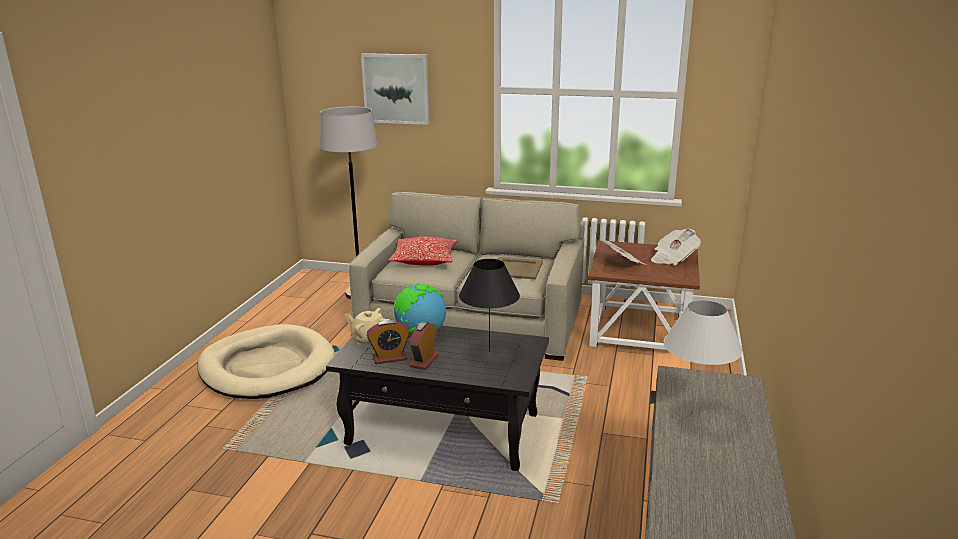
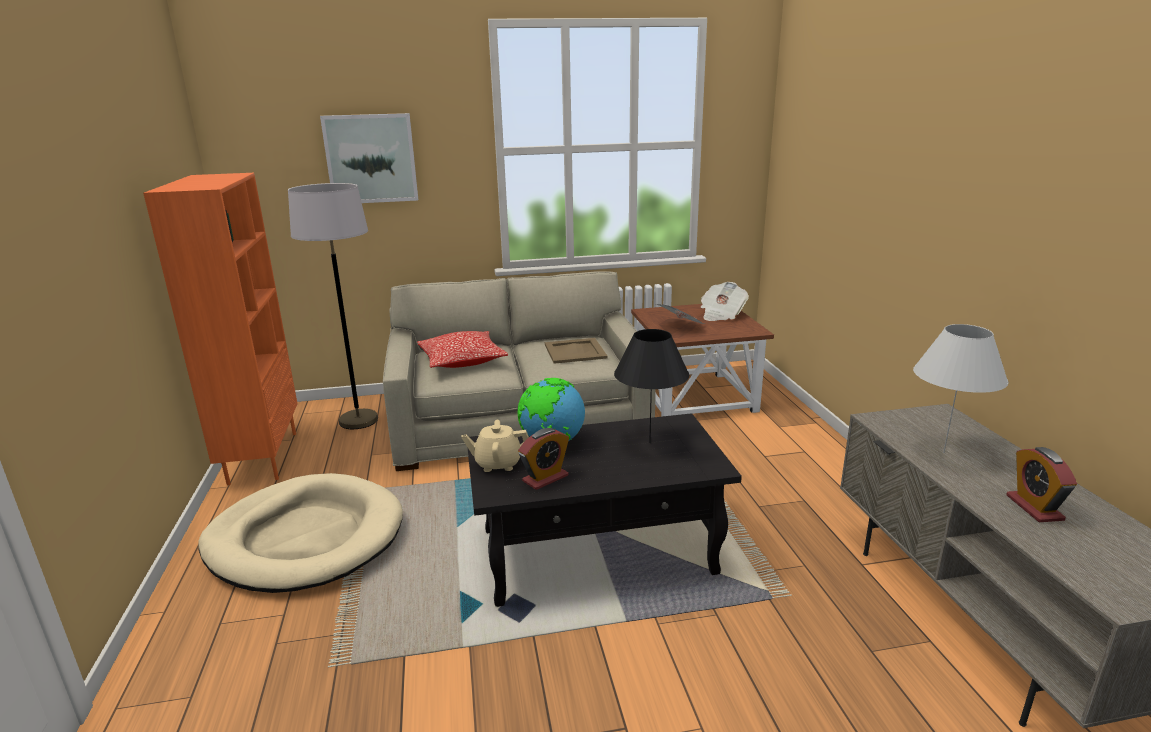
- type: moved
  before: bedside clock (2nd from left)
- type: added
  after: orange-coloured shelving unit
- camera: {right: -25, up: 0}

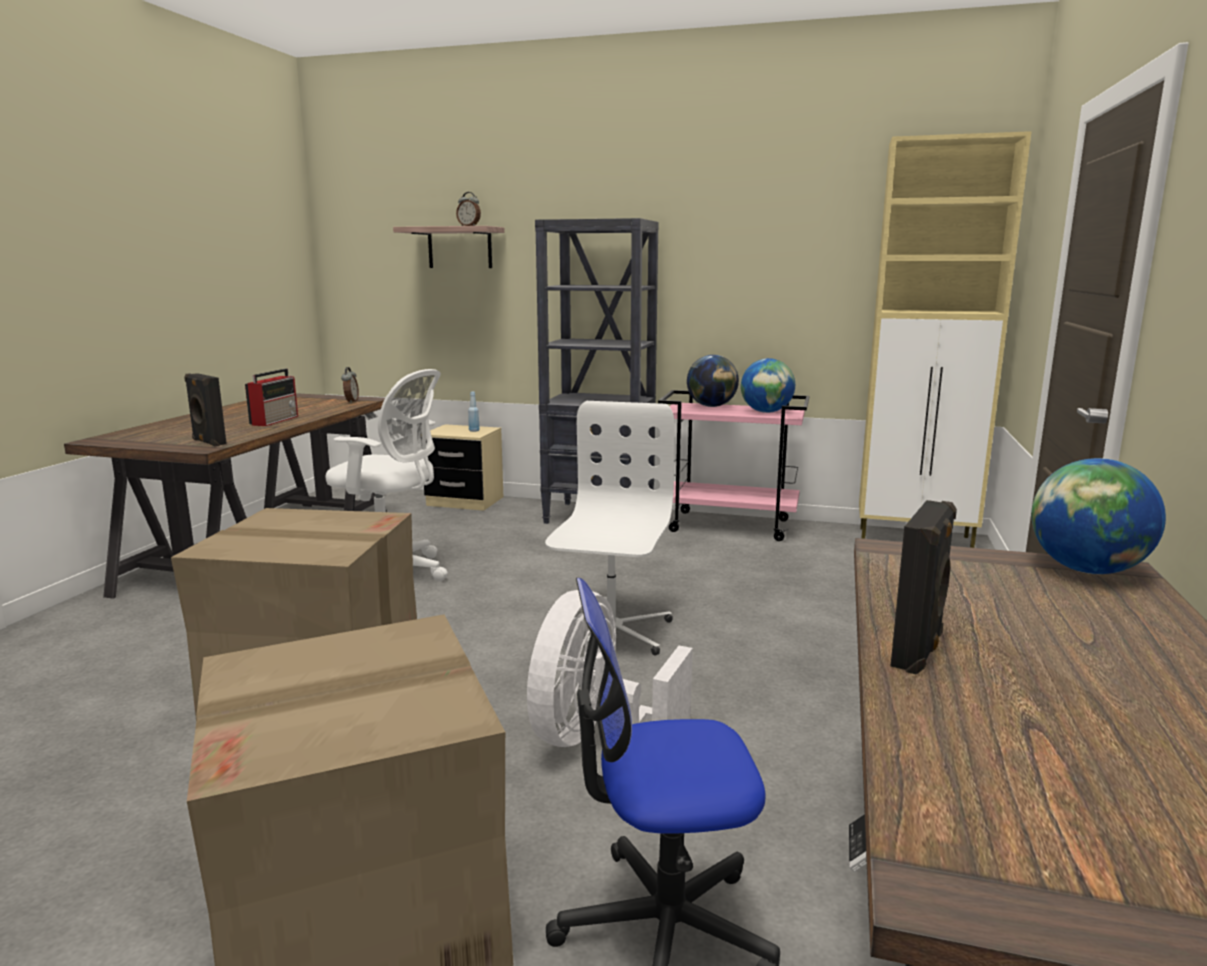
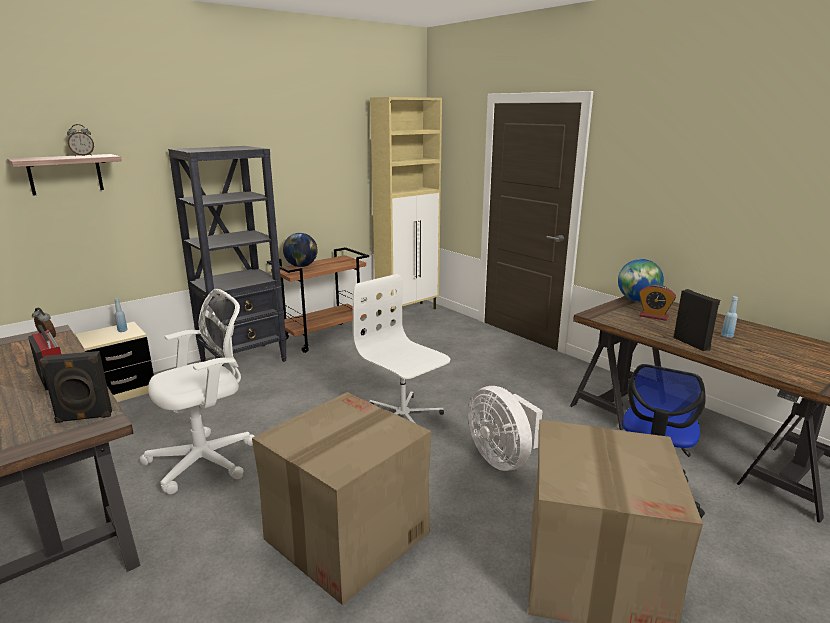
- type: removed
  before: globe (2nd from left)
- type: recoloured
  before: pink trolley
  after: brownish trolley
- type: added
  after: bedside clock (3rd from left)
- type: added
  after: blue-coloured drink bottle (2nd from left)
- camera: {right: -55, up: 5}

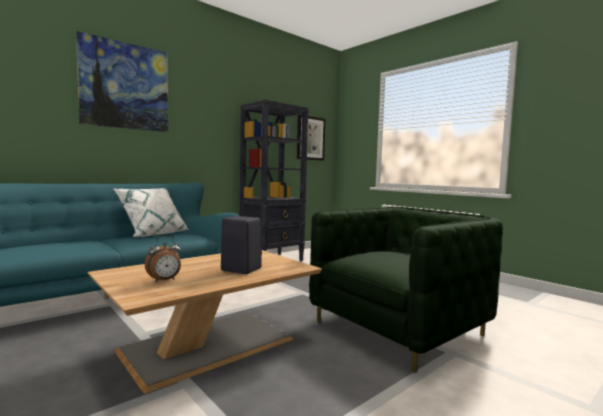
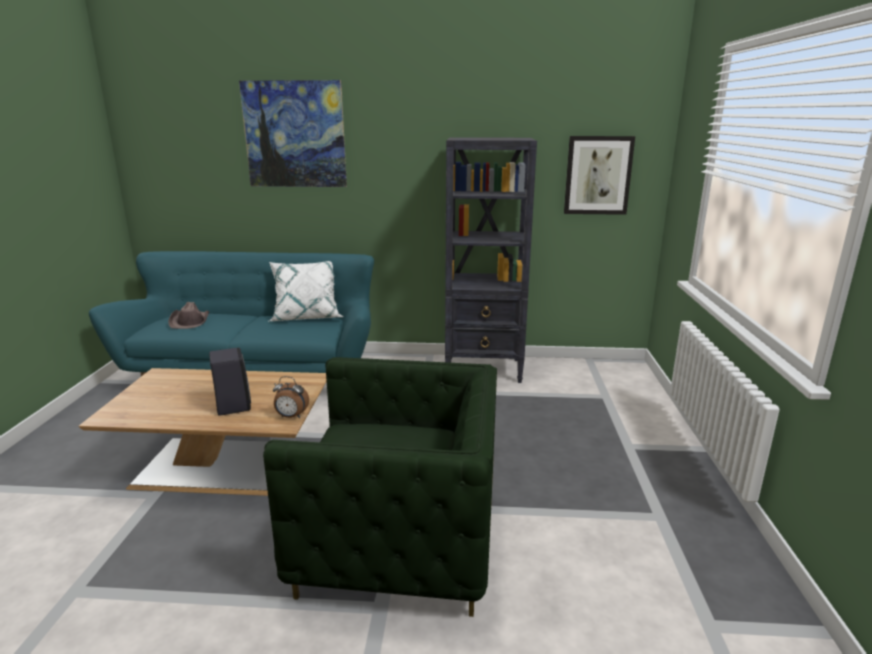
- type: moved
  before: bedside clock
- type: added
  after: brownish clothing hat
- camera: {right: 45, up: 15}

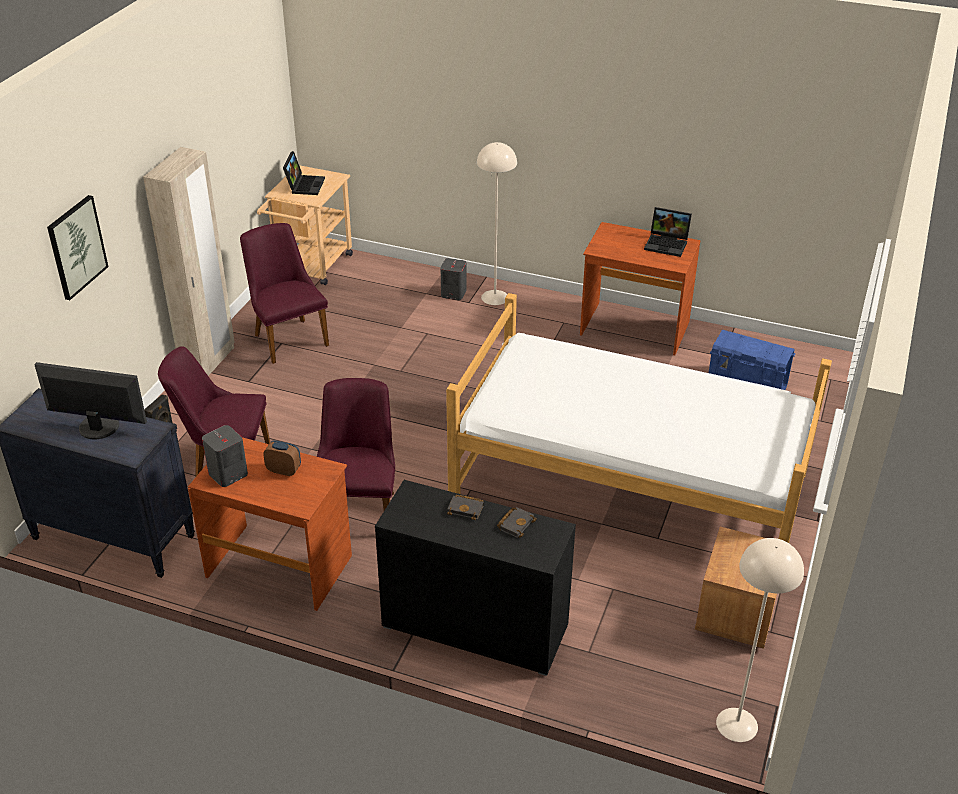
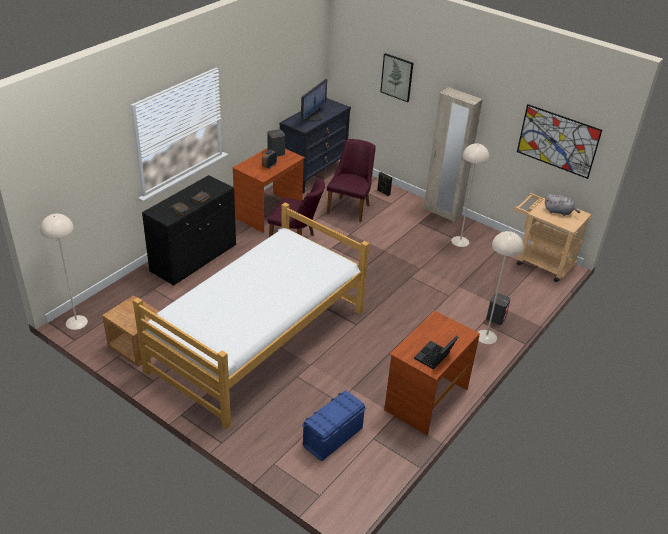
- type: replaced
  before: portable computer (1st from left)
  after: gray soft toy
- type: replaced
  before: purple upright chair (2nd from left)
  after: beige-coloured standard lamp (2nd from left)
- type: added
  after: wall art (2nd from left)
- camera: {right: 105, up: 0}

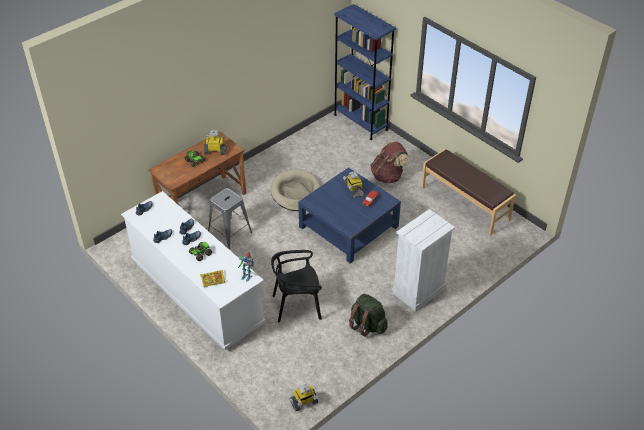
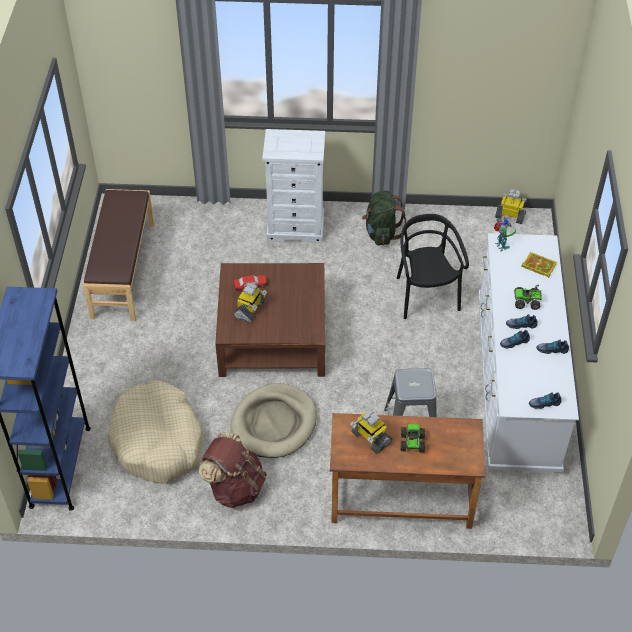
- type: moved
  before: brownish rucksack
- type: recoloured
  before: blue-coloured low table
  after: brownish low table
- type: turned
  before: blackish upright chair
  turn: -135
- type: added
  after: beige-coloured pet bed (1st from left)
- camera: {right: -135, up: 5}

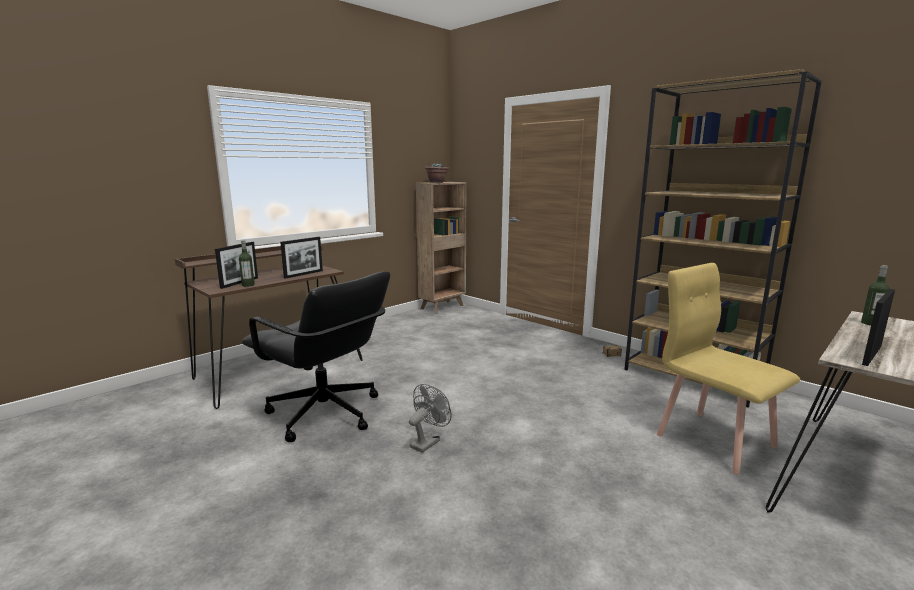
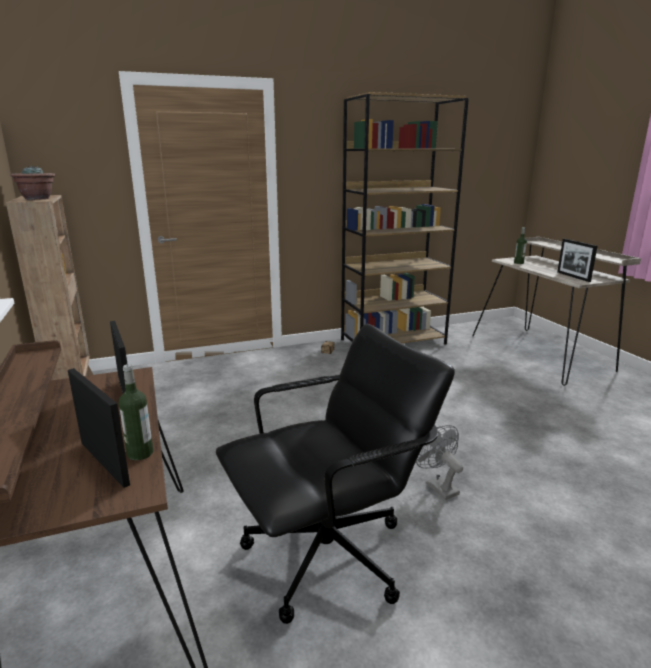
- type: removed
  before: yellow-coloured upright chair
- camera: {right: -65, up: 5}

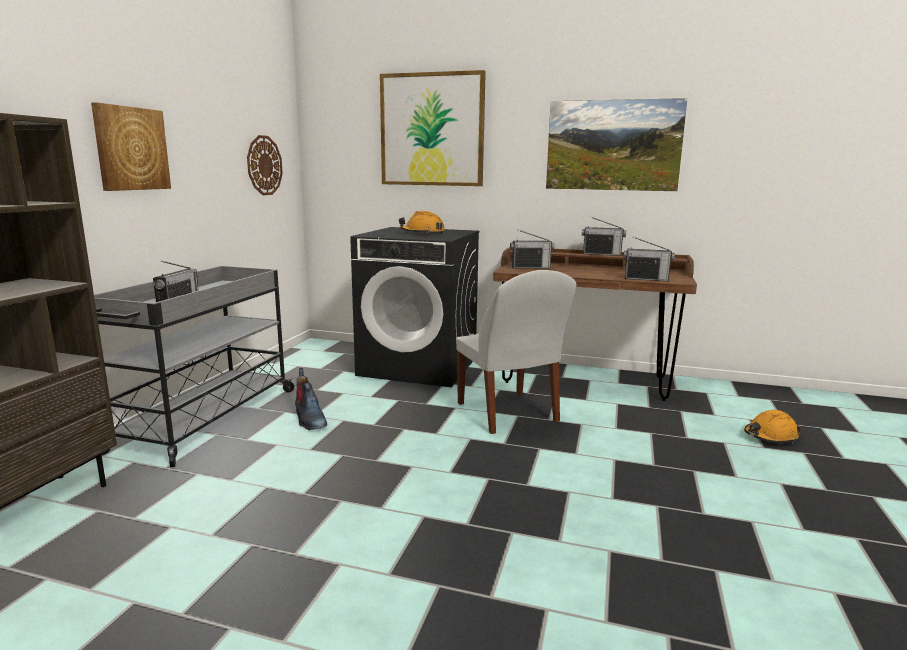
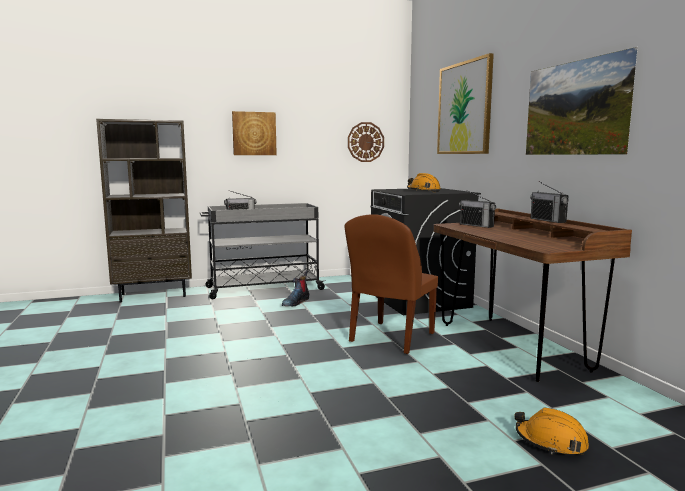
- type: removed
  before: radio (4th from left)
- type: recoloured
  before: white-coloured upright chair
  after: brownish upright chair
- camera: {right: 55, up: -5}

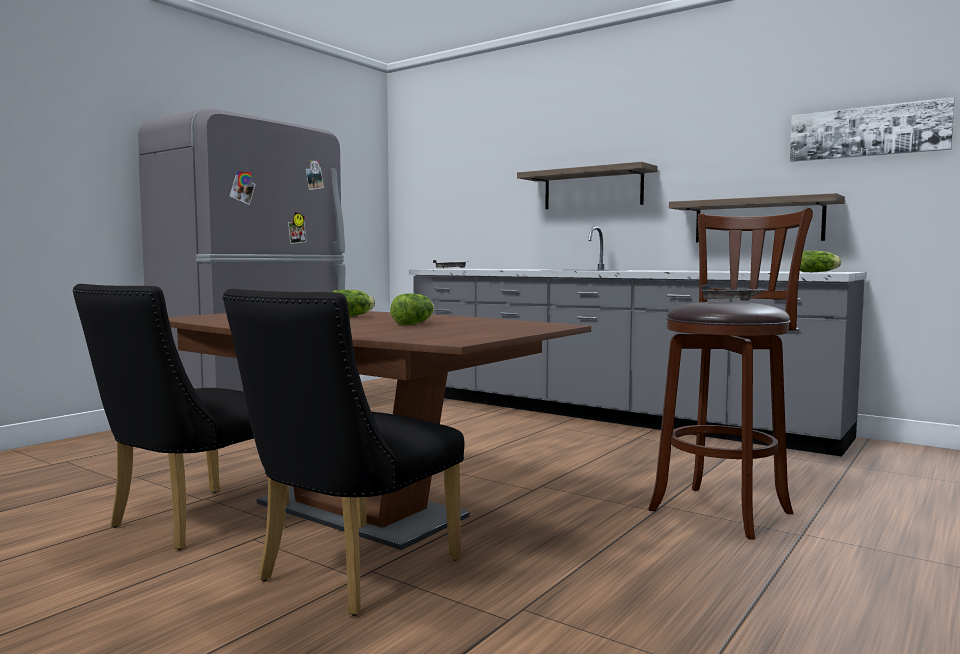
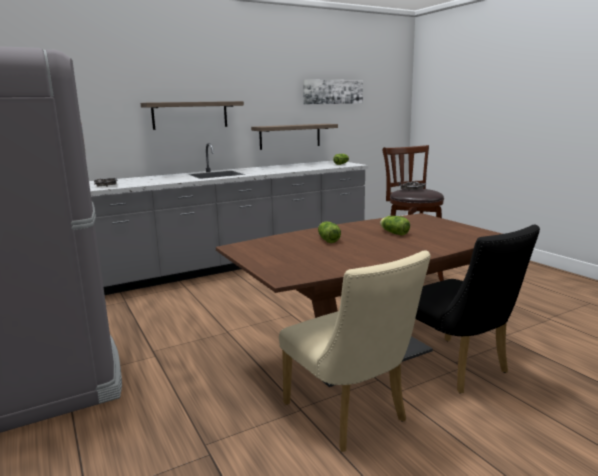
- type: recoloured
  before: blackish upright chair (1st from left)
  after: beige-coloured upright chair
- camera: {right: -65, up: 10}

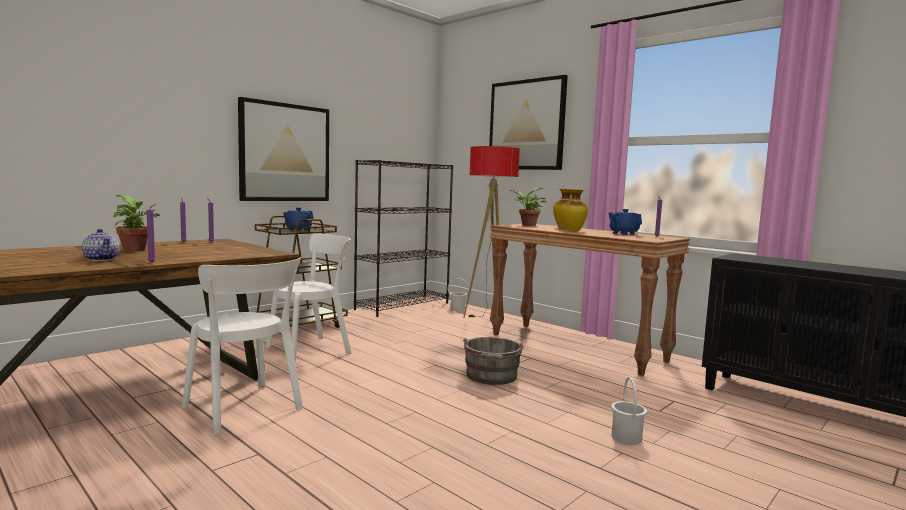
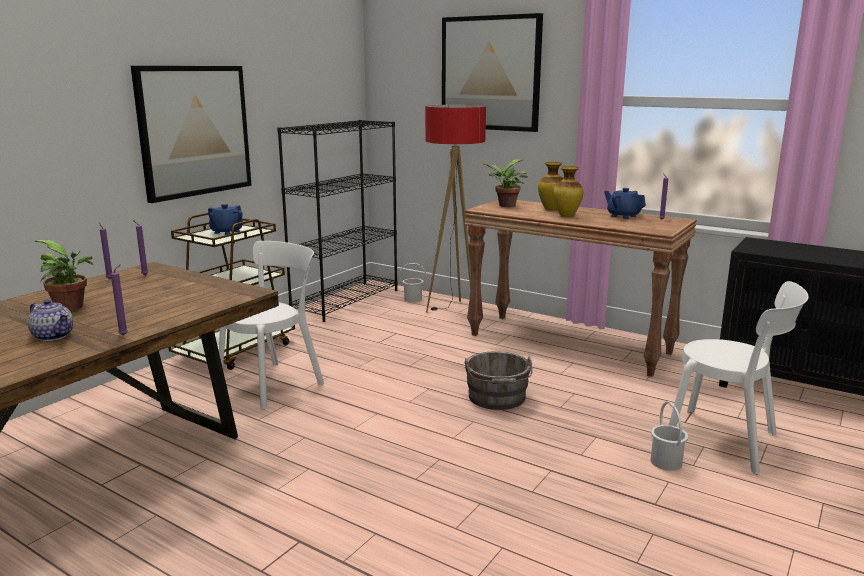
- type: moved
  before: white-coloured upright chair (1st from left in the first image)
  after: white-coloured upright chair (2nd from left)
- camera: {right: -10, up: 10}

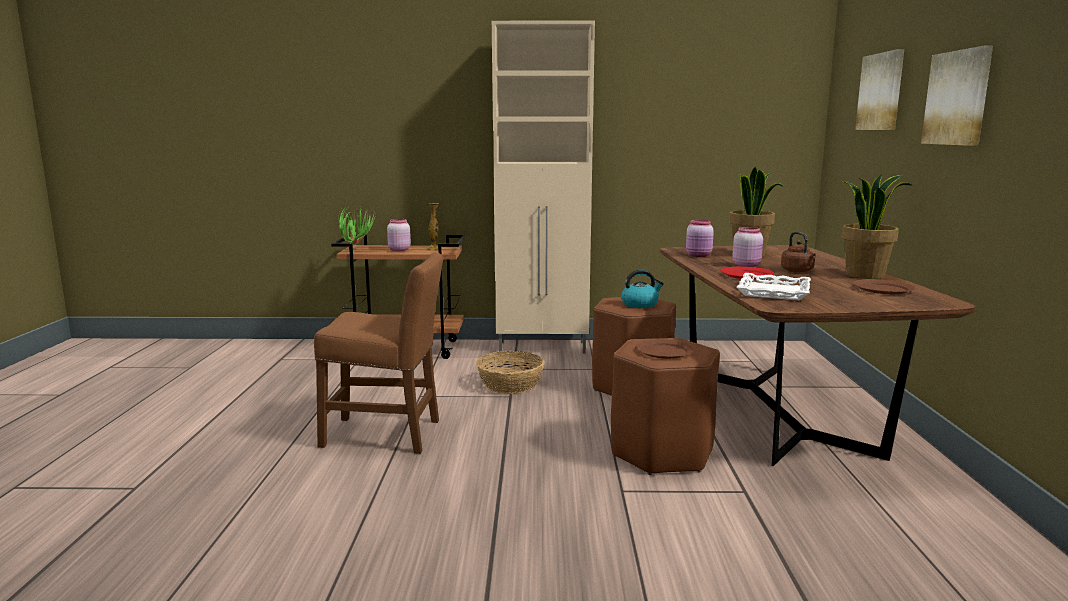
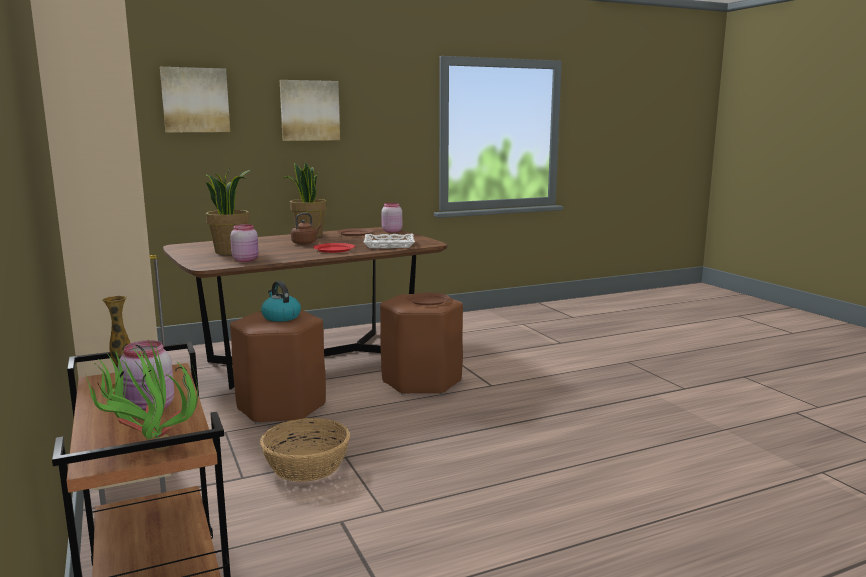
- type: moved
  before: pink preserve jar (3rd from left)
- type: removed
  before: brownish upright chair
- camera: {right: -115, up: 0}

